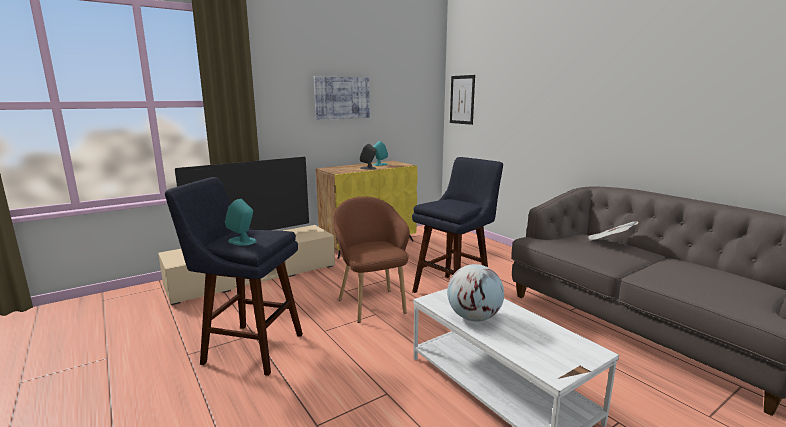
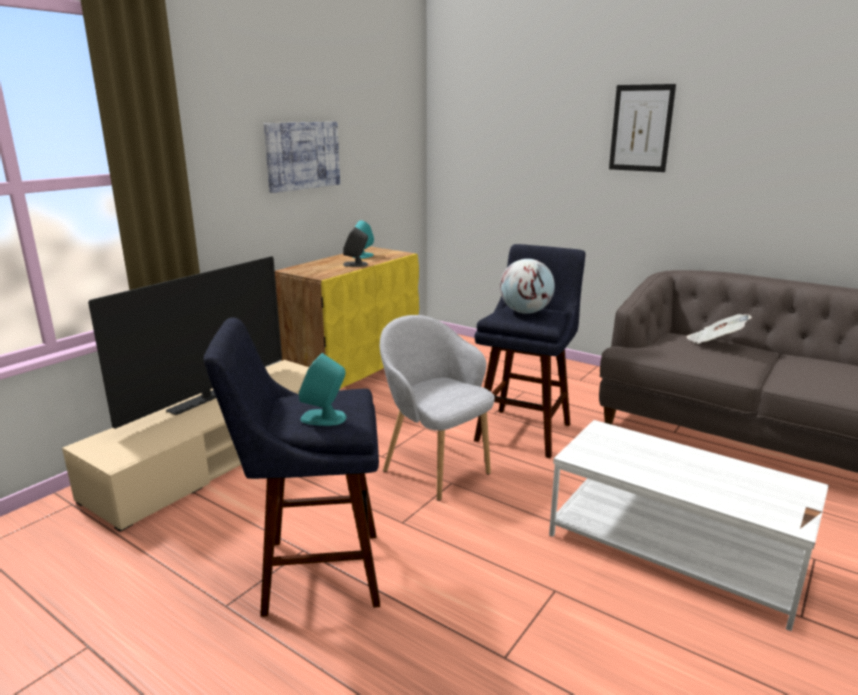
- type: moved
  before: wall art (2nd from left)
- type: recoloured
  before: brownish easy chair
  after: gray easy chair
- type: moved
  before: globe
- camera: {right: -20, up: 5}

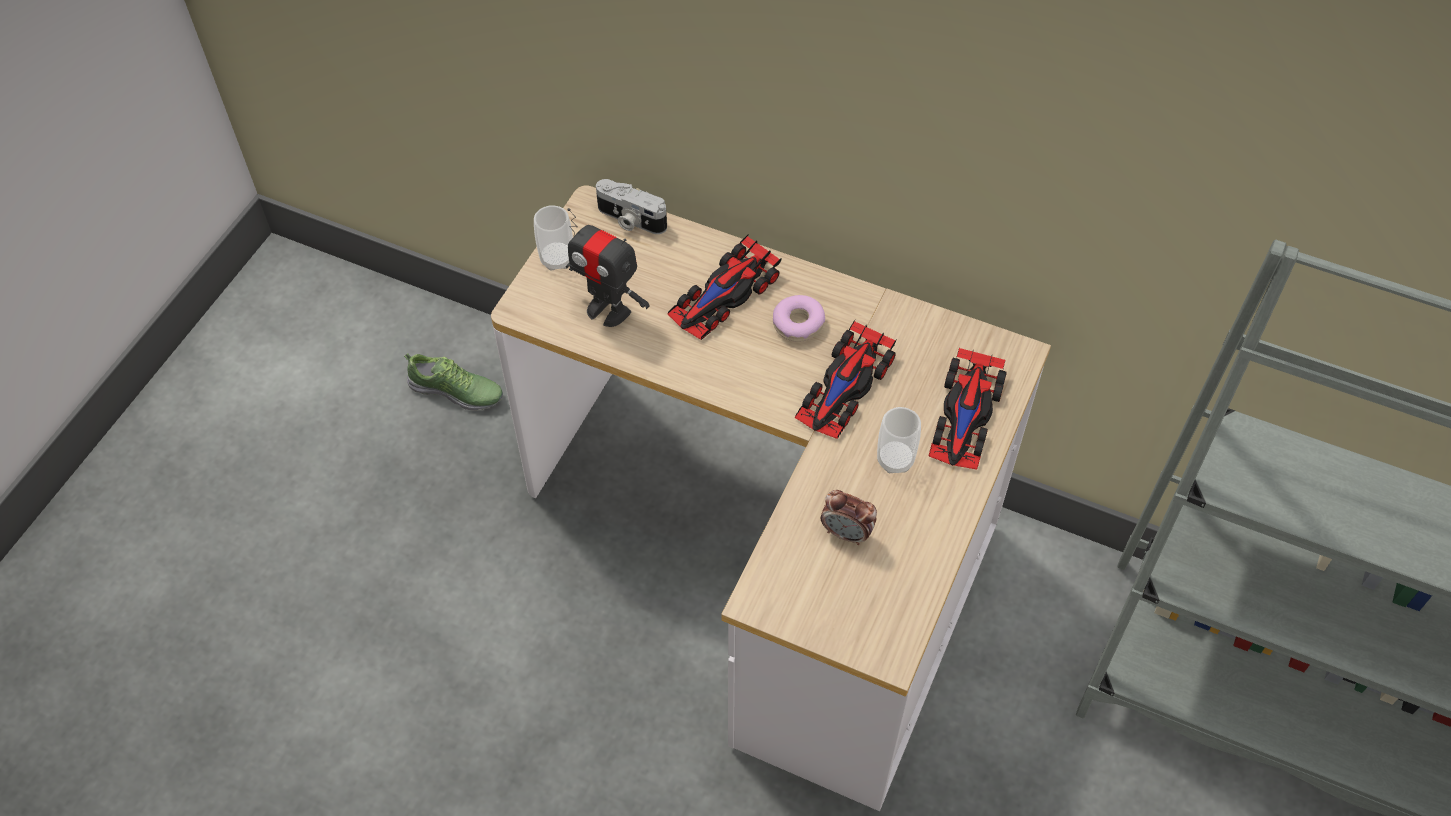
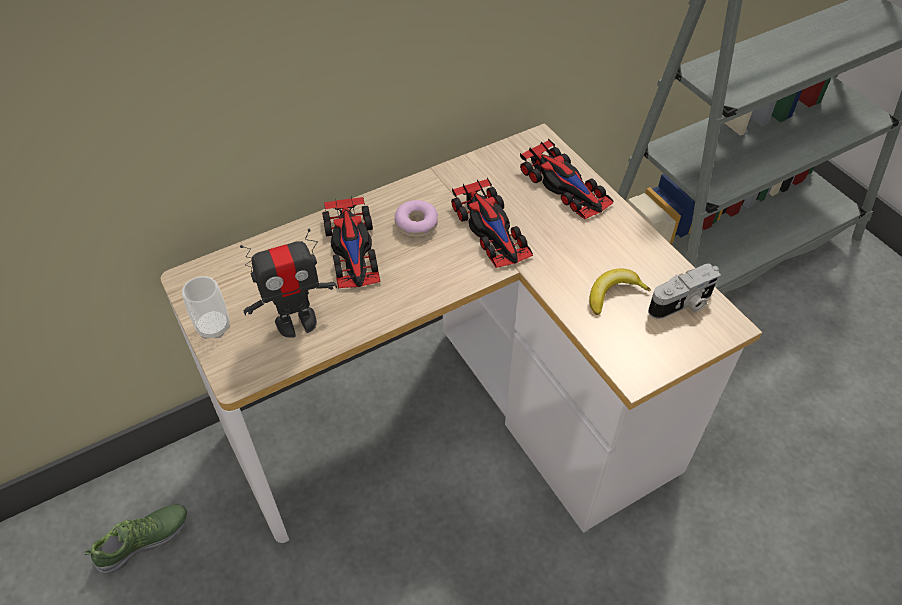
- type: moved
  before: photo camera
- type: removed
  before: small cup (2nd from left)
- type: replaced
  before: bedside clock
  after: banana fruit
- camera: {right: -55, up: -5}

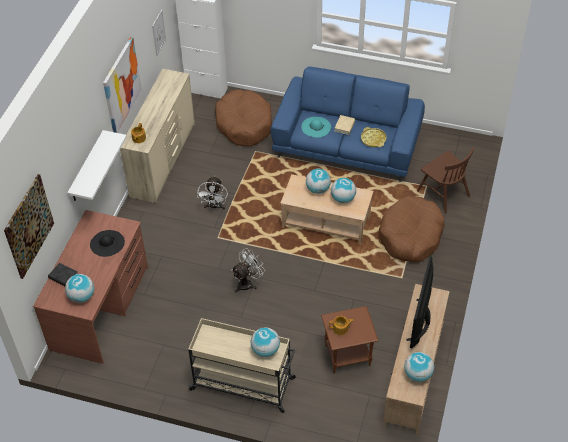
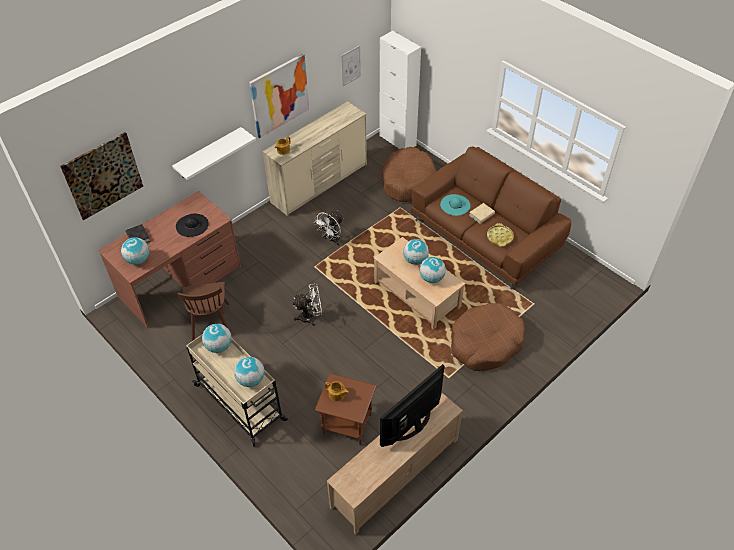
- type: recoloured
  before: blue-coloured settee
  after: brownish settee
- type: moved
  before: brownish upright chair
- type: moved
  before: globe (5th from left in the first image)
  after: globe (2nd from left)
- camera: {right: 30, up: 0}

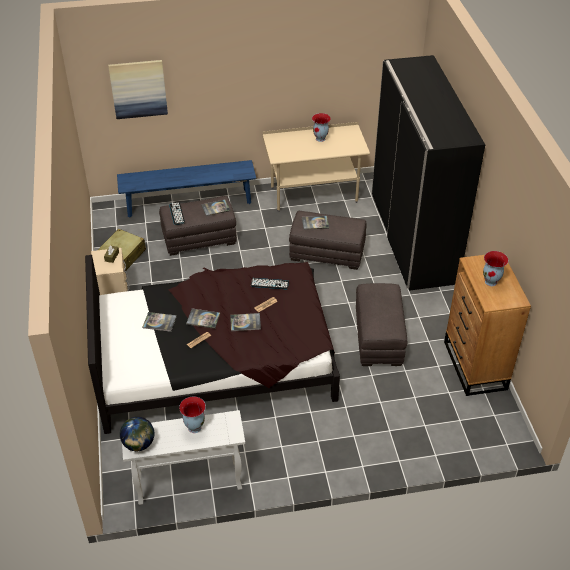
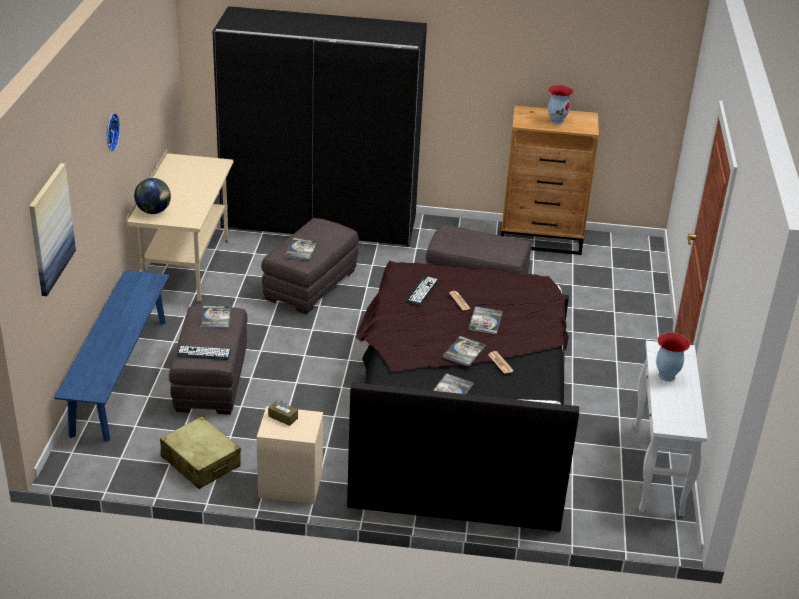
- type: removed
  before: vase (2nd from left)
- type: moved
  before: globe
- type: added
  after: wall clock
- camera: {right: -75, up: -10}

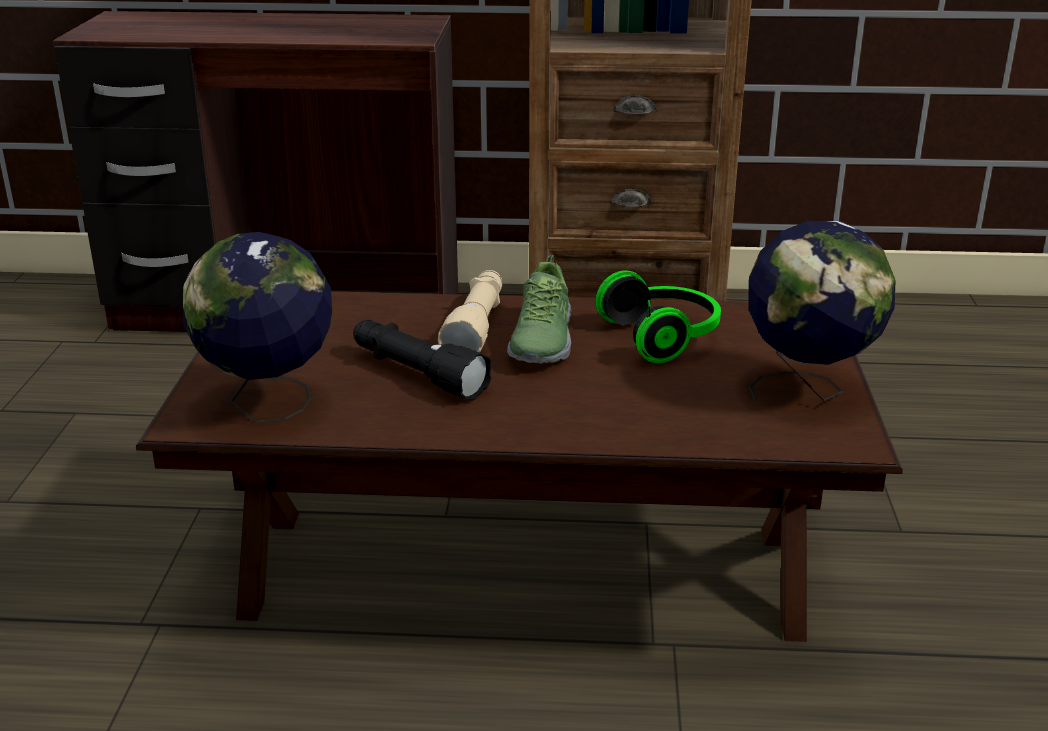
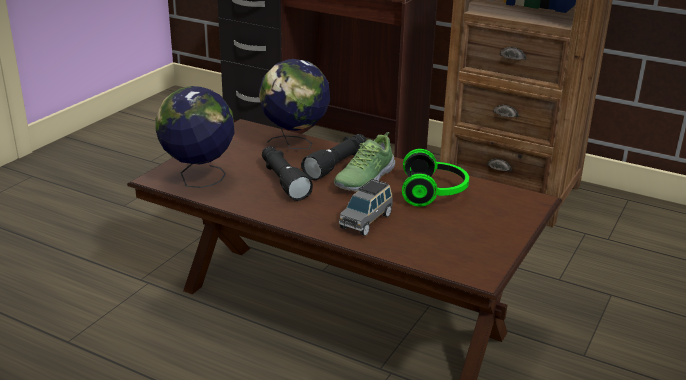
- type: moved
  before: globe (2nd from left)
- type: recoloured
  before: beige-coloured torch
  after: blackish torch (2nd from left)
- type: added
  after: gray model car
- camera: {right: 25, up: 0}

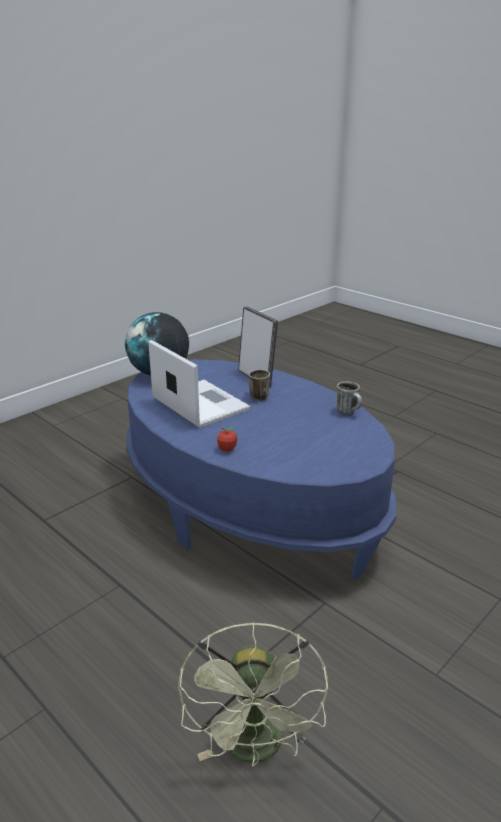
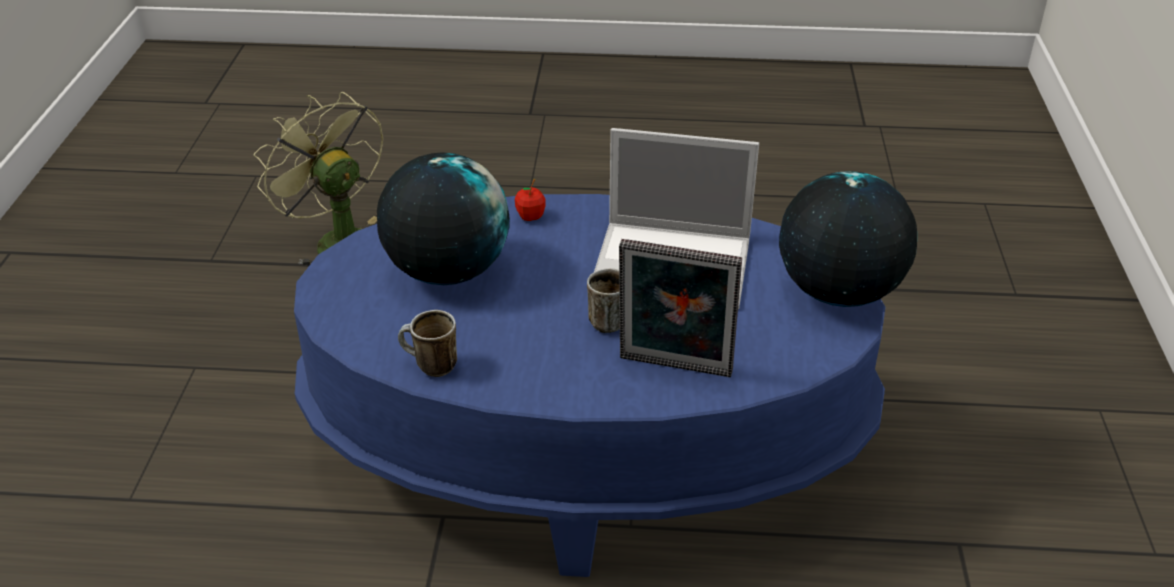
- type: added
  after: globe (1st from left)
- camera: {right: 140, up: 10}

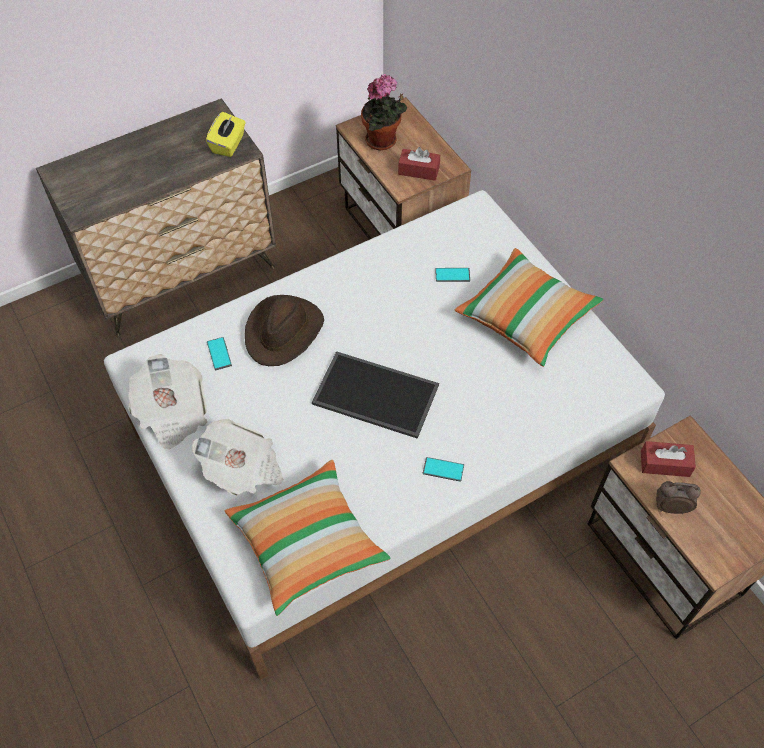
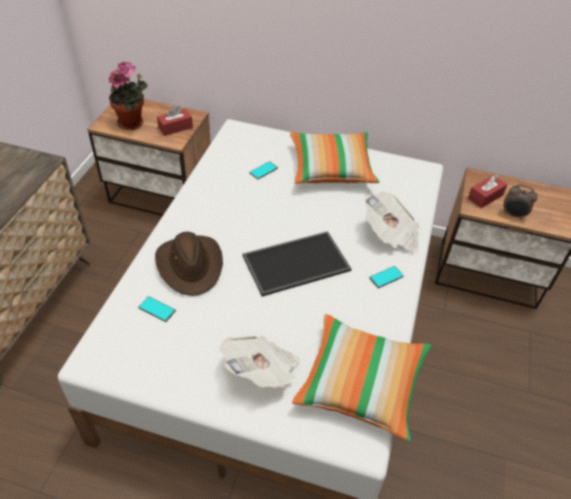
- type: removed
  before: yellow-coloured box of tissues
- type: moved
  before: newspaper (1st from left in the first image)
  after: newspaper (2nd from left)
- type: turned
  before: bedside clock
  turn: -120
- camera: {right: -45, up: -10}

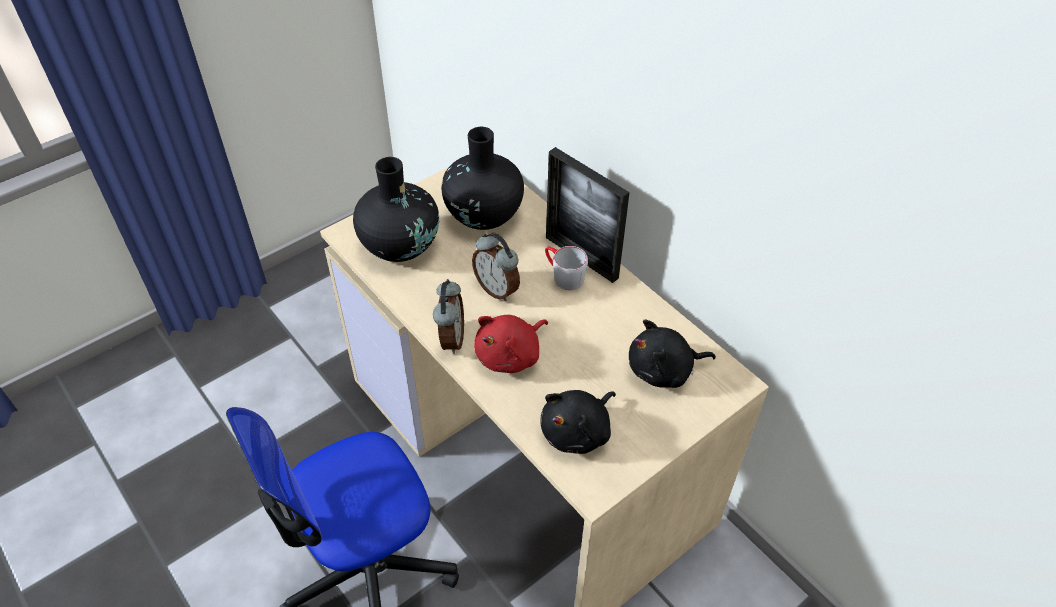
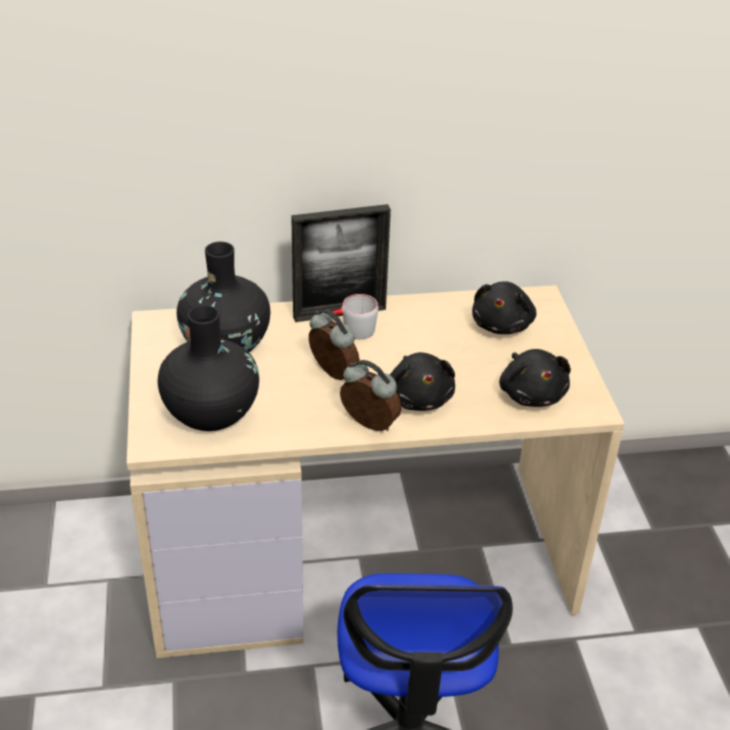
- type: turned
  before: bedside clock (2nd from left in the first image)
  turn: -120
- type: recoloured
  before: red soft toy
  after: blackish soft toy (1st from left)
- camera: {right: -60, up: -10}

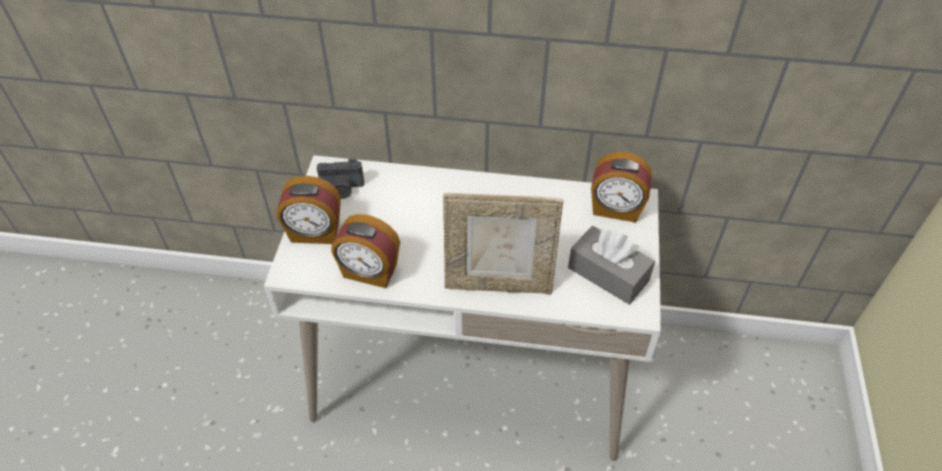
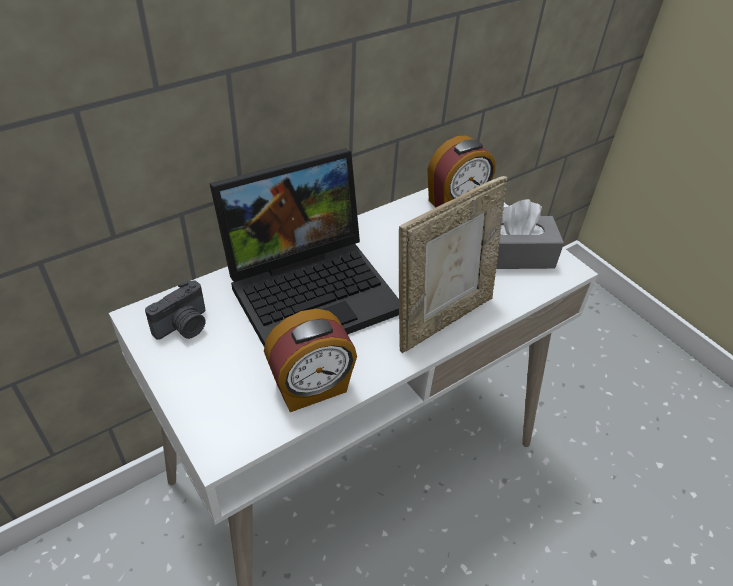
- type: removed
  before: bedside clock (1st from left)
- type: added
  after: portable computer
- camera: {right: -45, up: -5}

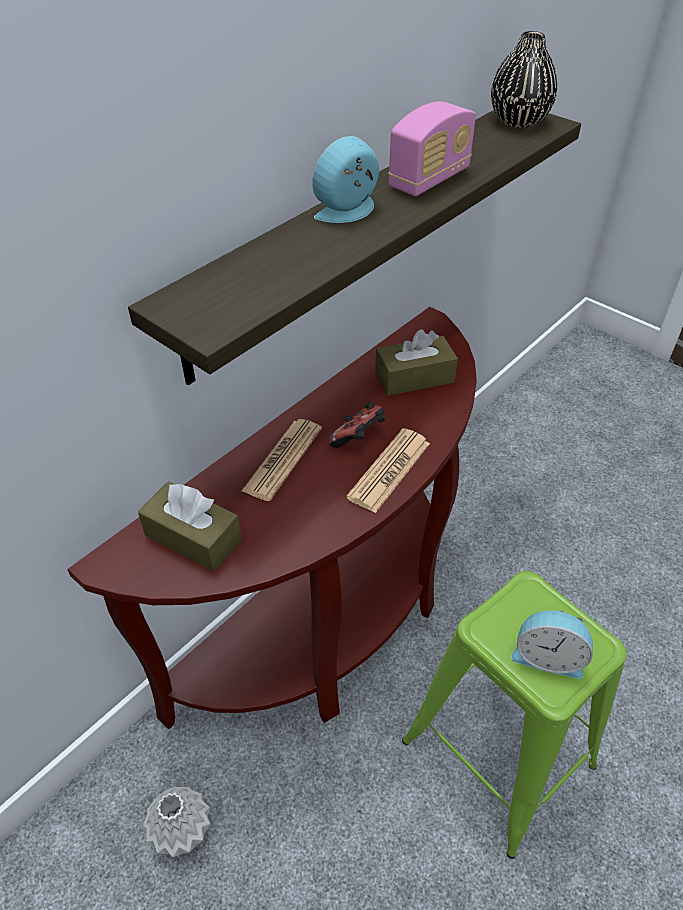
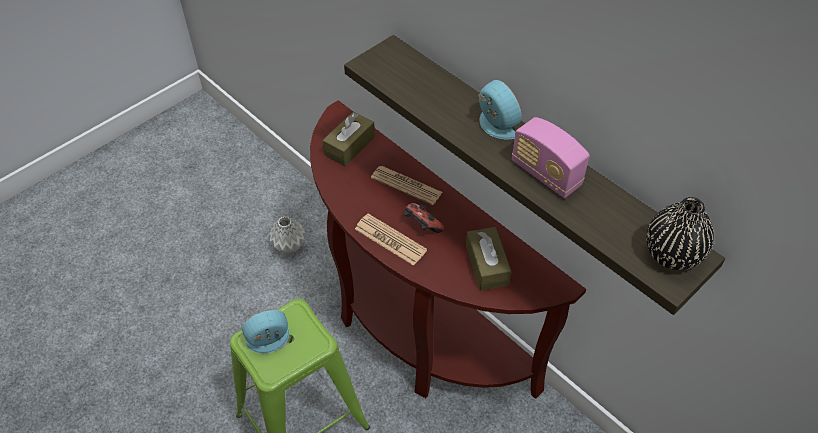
- type: turned
  before: bedside clock (2nd from left in the first image)
  turn: 45
- camera: {right: 95, up: 5}

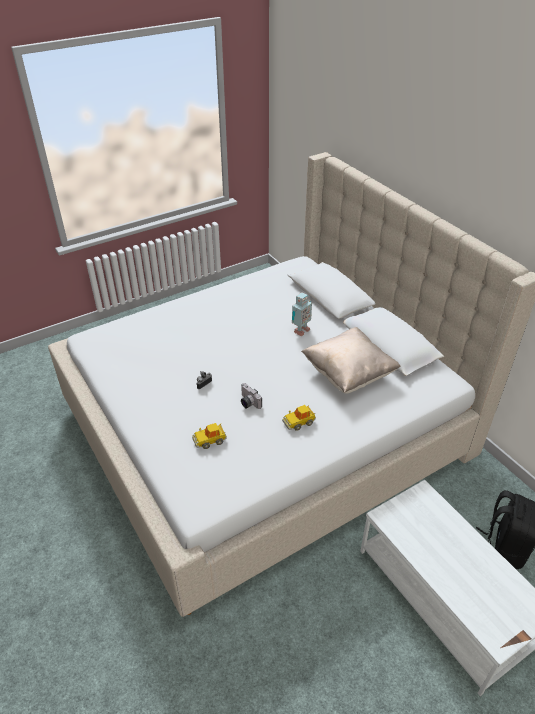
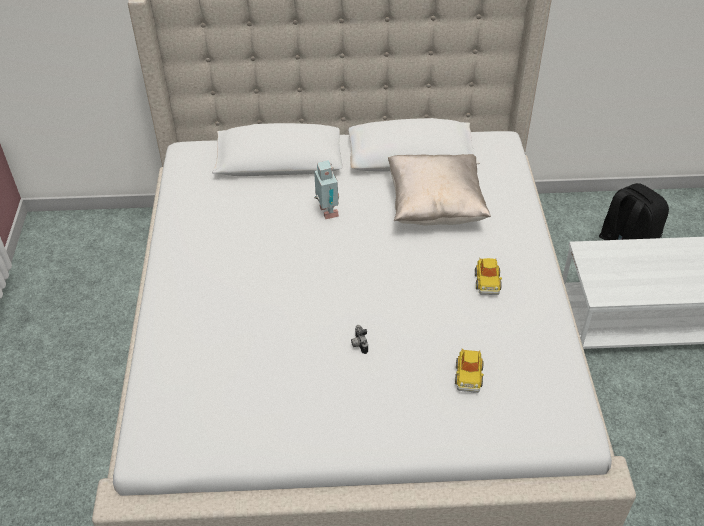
- type: removed
  before: photo camera (2nd from left)
- camera: {right: -60, up: 5}

